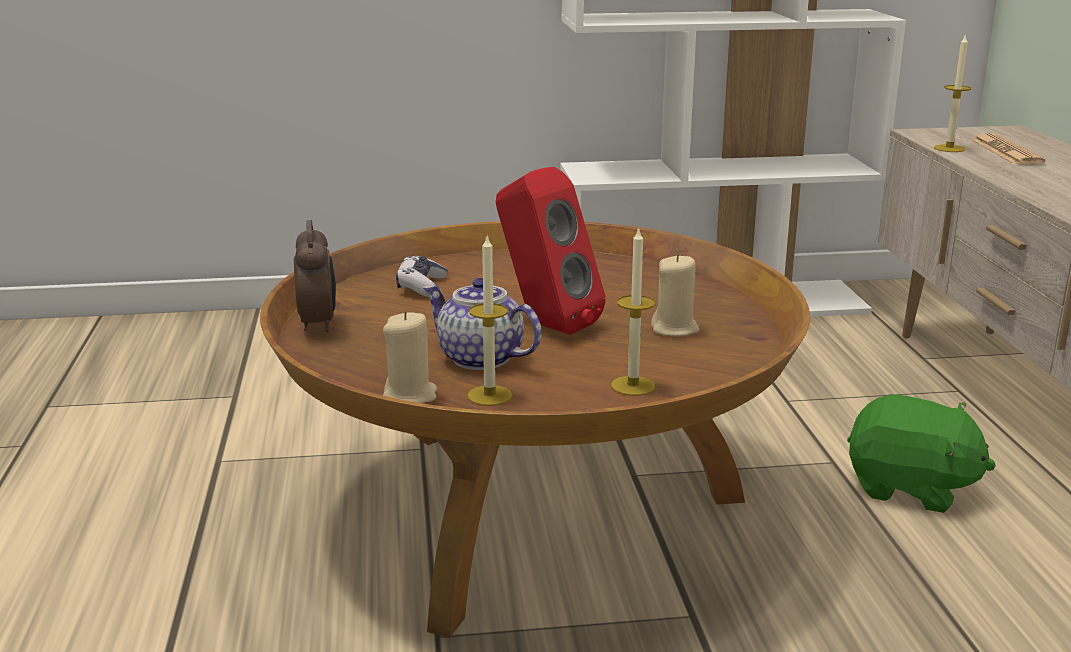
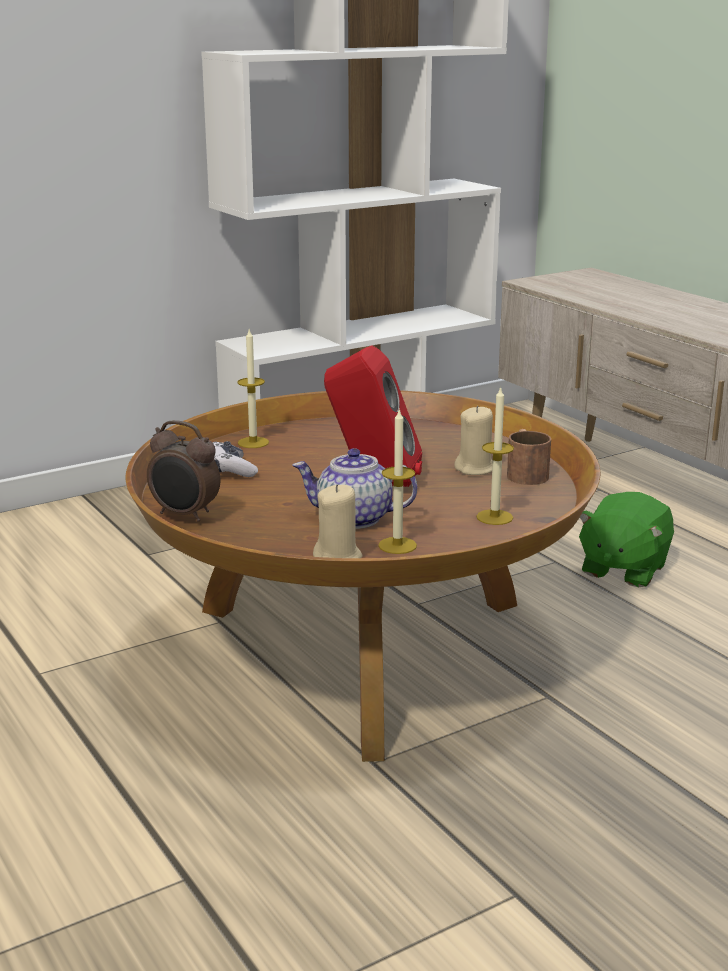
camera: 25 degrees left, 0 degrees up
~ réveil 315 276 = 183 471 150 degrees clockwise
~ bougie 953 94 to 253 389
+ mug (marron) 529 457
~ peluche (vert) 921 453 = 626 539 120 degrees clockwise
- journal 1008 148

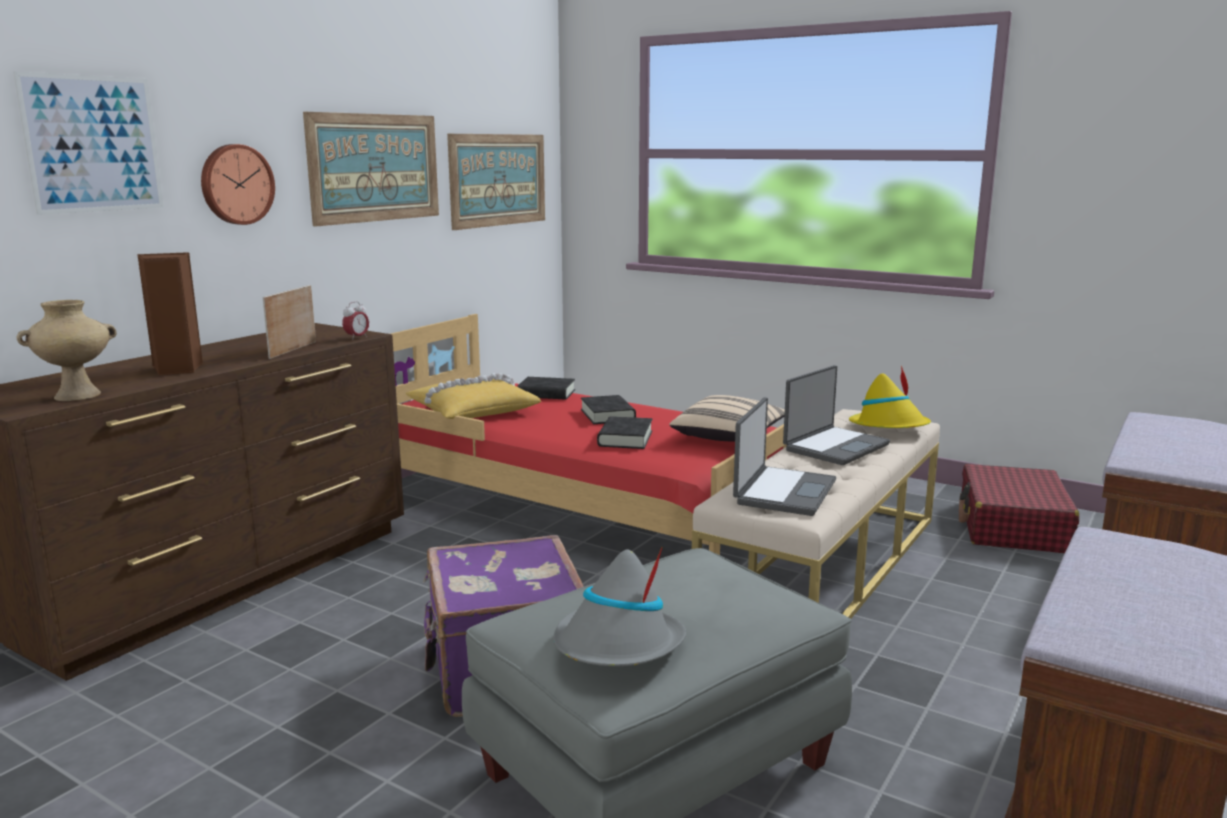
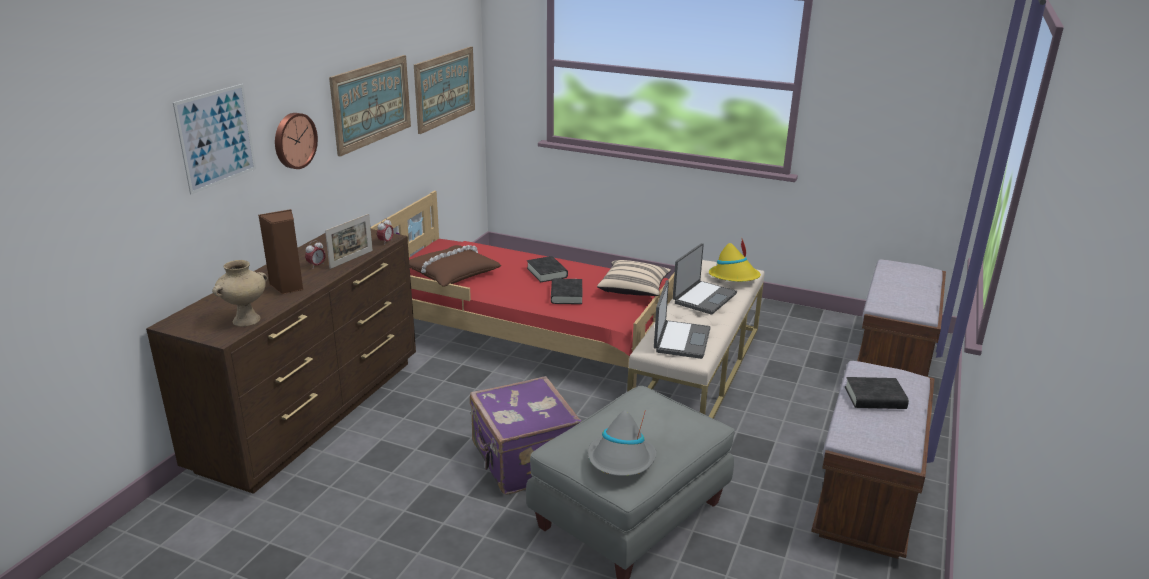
camera: 10 degrees left, 10 degrees up
+ réveil 315 254
~ cadre photo 289 322 = 349 241 150 degrees counterclockwise
~ coussin (jaune) 473 396 to coussin (marron) 455 266
~ livre (noir) 546 388 to 877 393
- valise (rouge) 1019 508

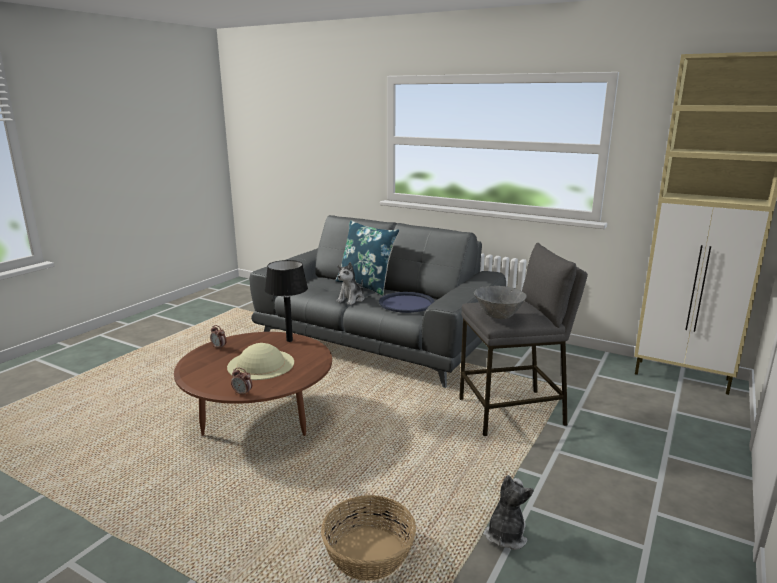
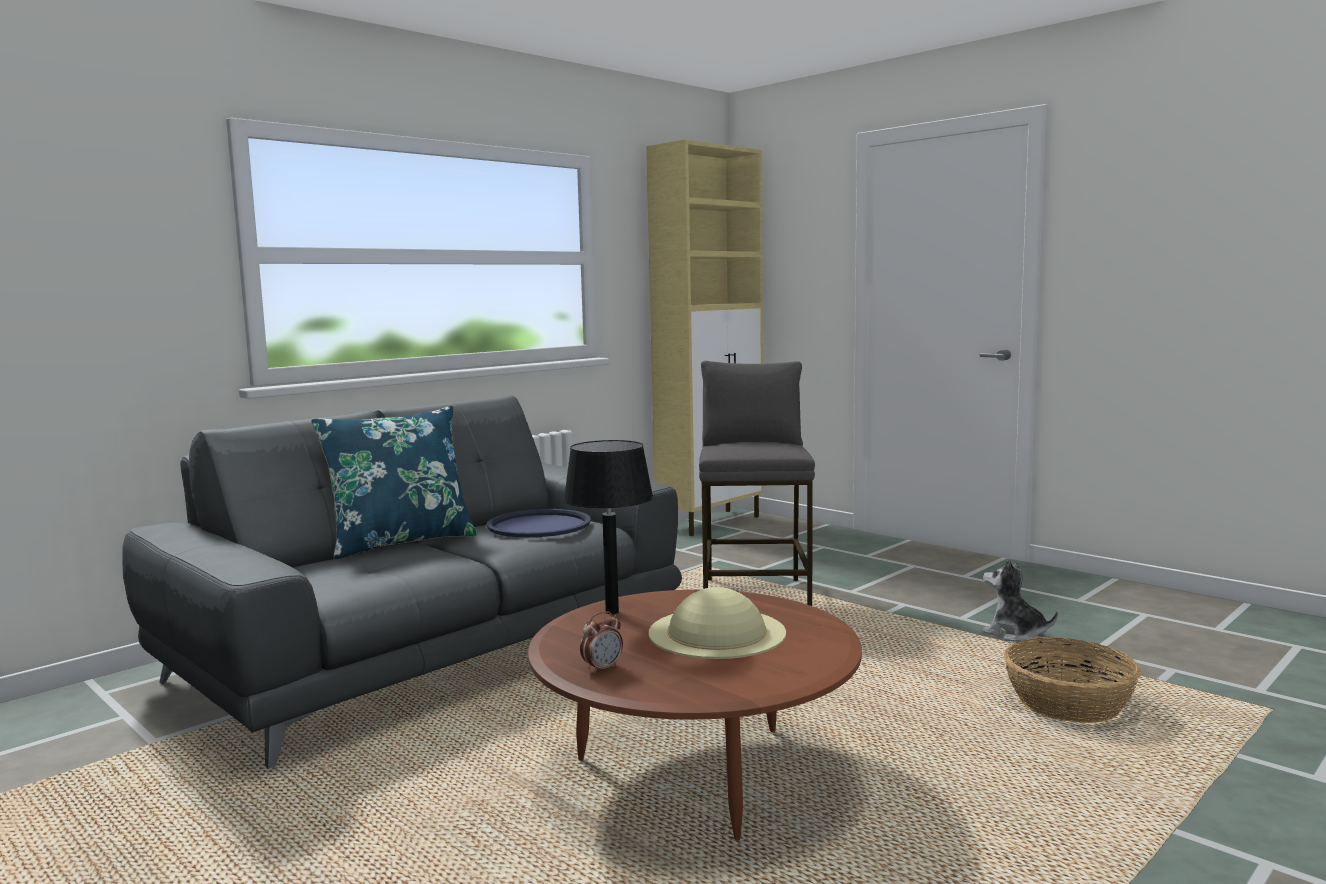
camera: 75 degrees left, 10 degrees down
- réveil 241 382
- peluche 350 283
- bol (gris) 500 302

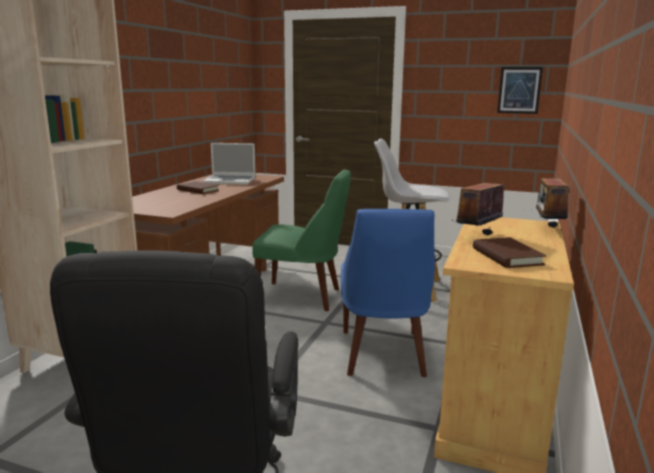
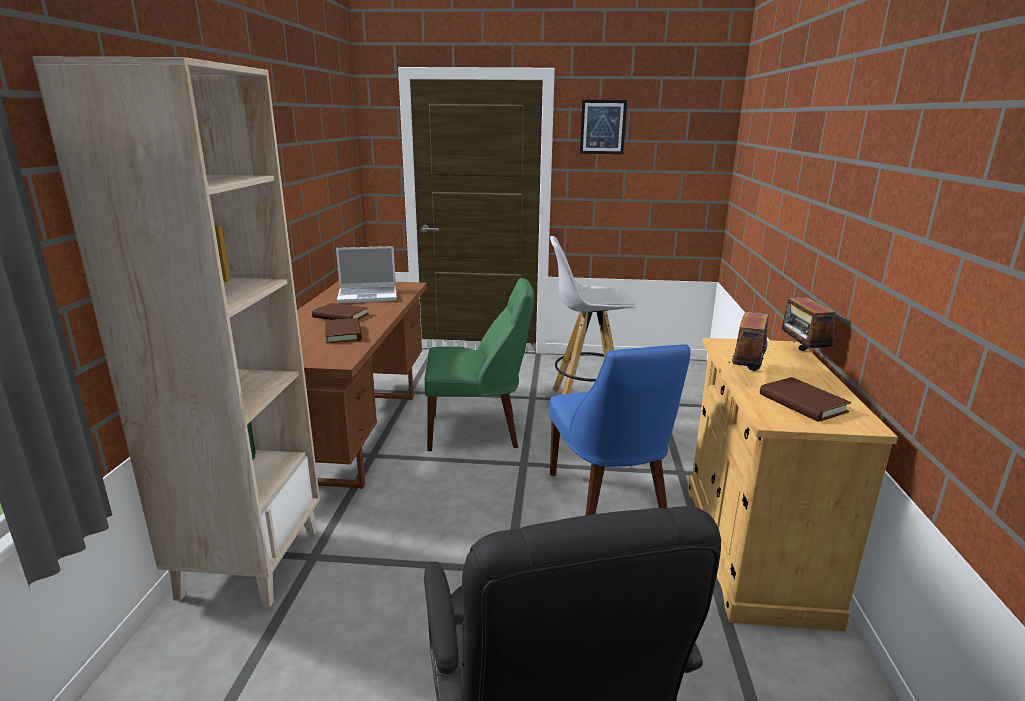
camera: 15 degrees left, 5 degrees up
+ livre (marron) 343 331
~ tableau 520 90 to 603 127

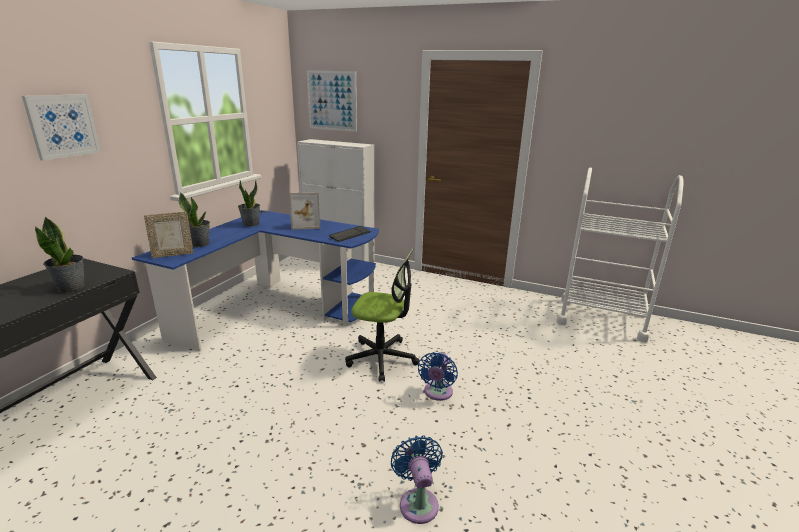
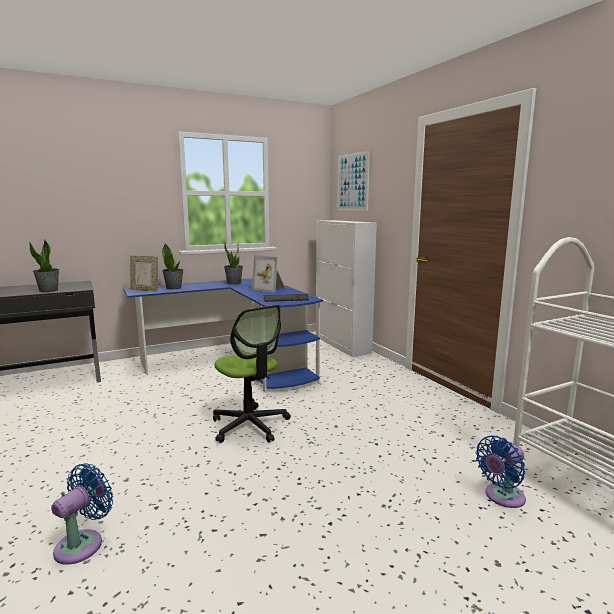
camera: 40 degrees right, 10 degrees down
~ ventilateur (bleu) 438 376 to 501 472
- tableau 61 127

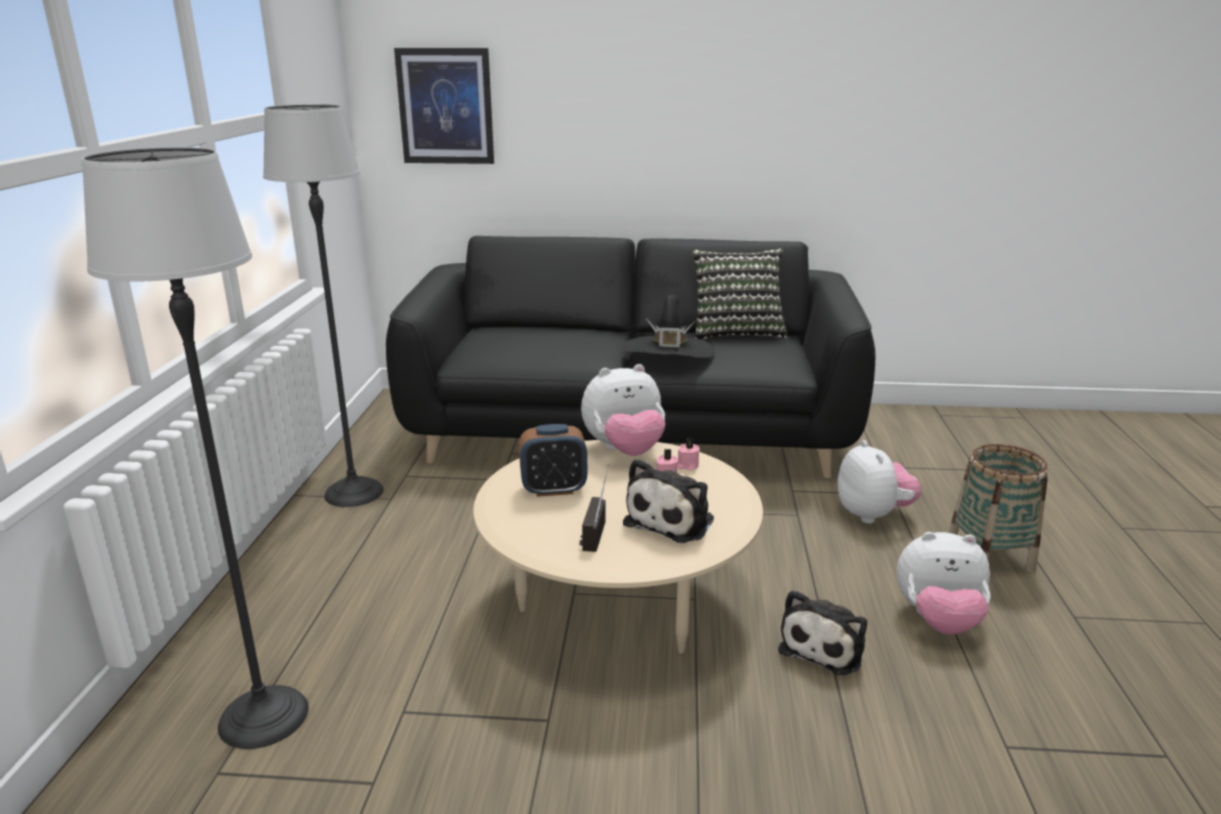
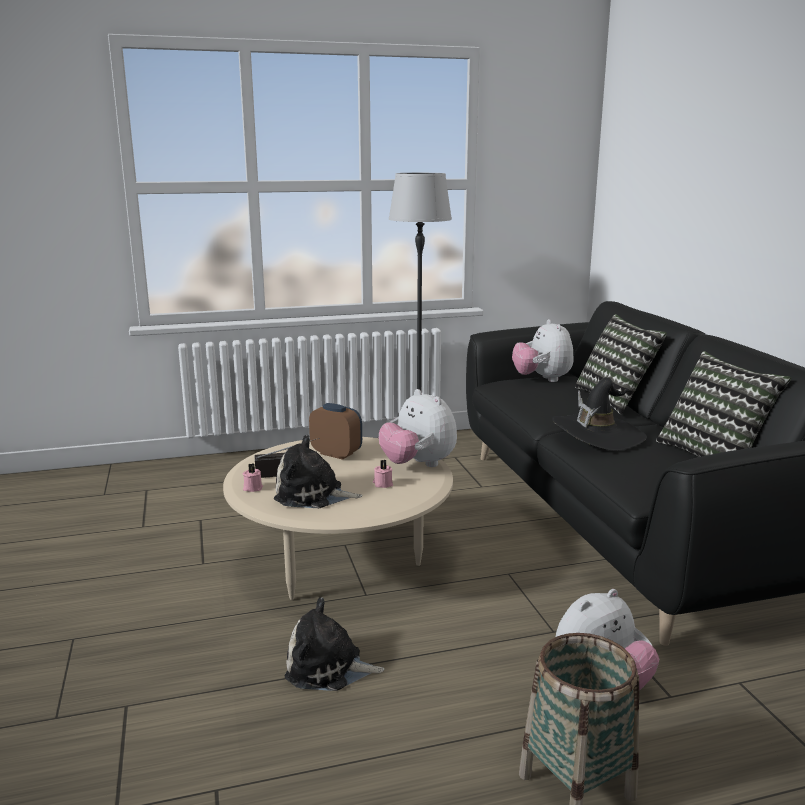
camera: 70 degrees right, 5 degrees down
~ bougie (rose) 688 454 to 253 477
~ réveil 553 460 = 335 431 150 degrees clockwise
~ peluche 944 583 to 543 350
+ coussin 621 364
- lampadaire 195 448
- tableau 444 106

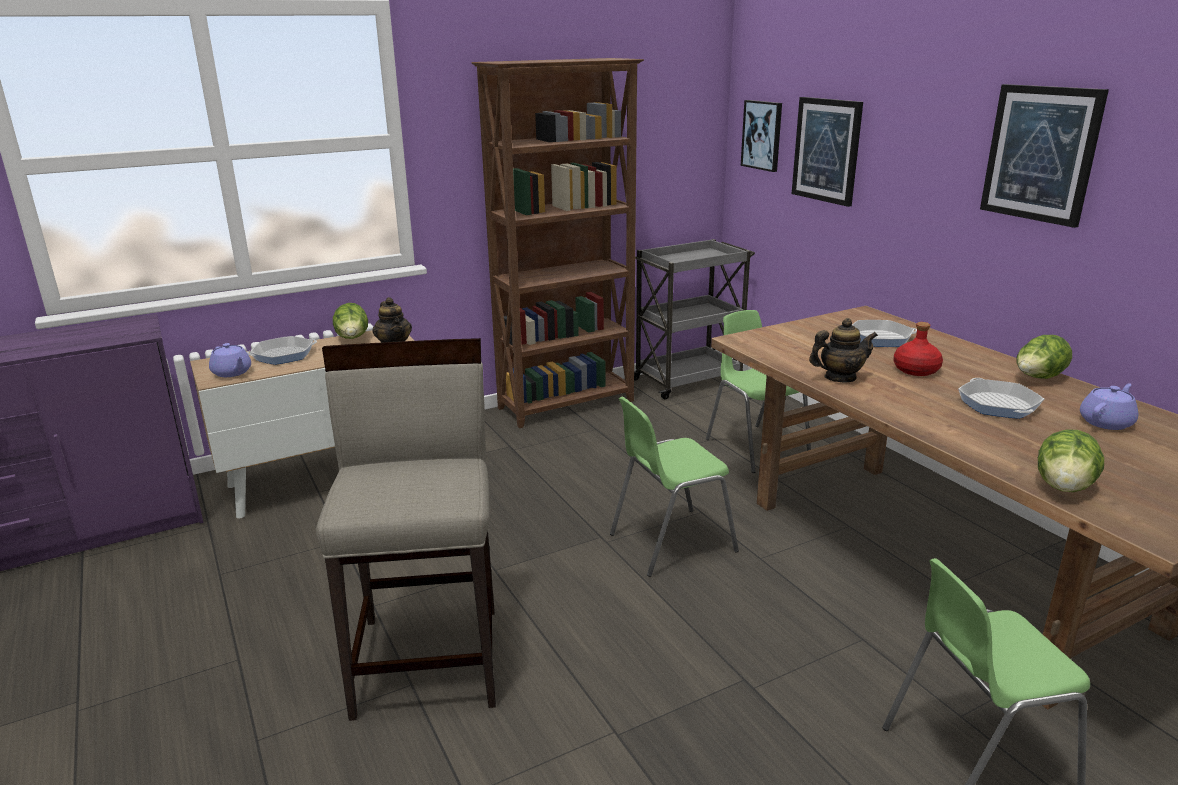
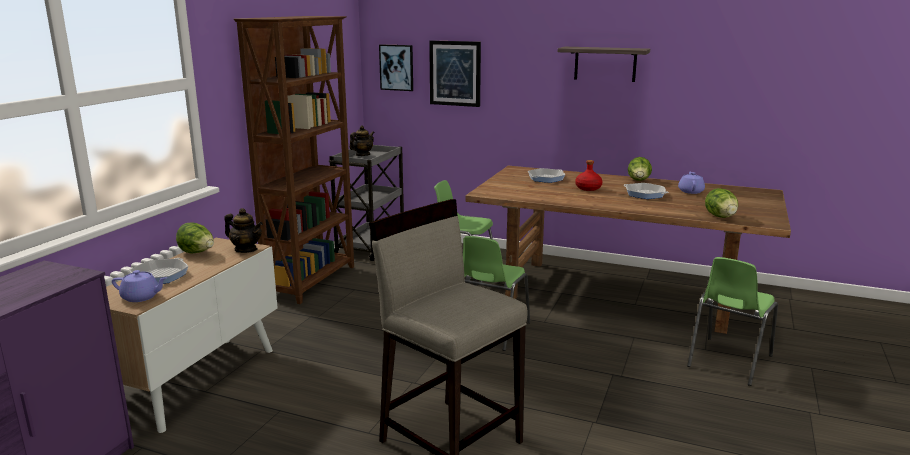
camera: 40 degrees left, 5 degrees down
~ théière 843 350 to 362 141
~ tableau 1044 156 to étagère 604 64

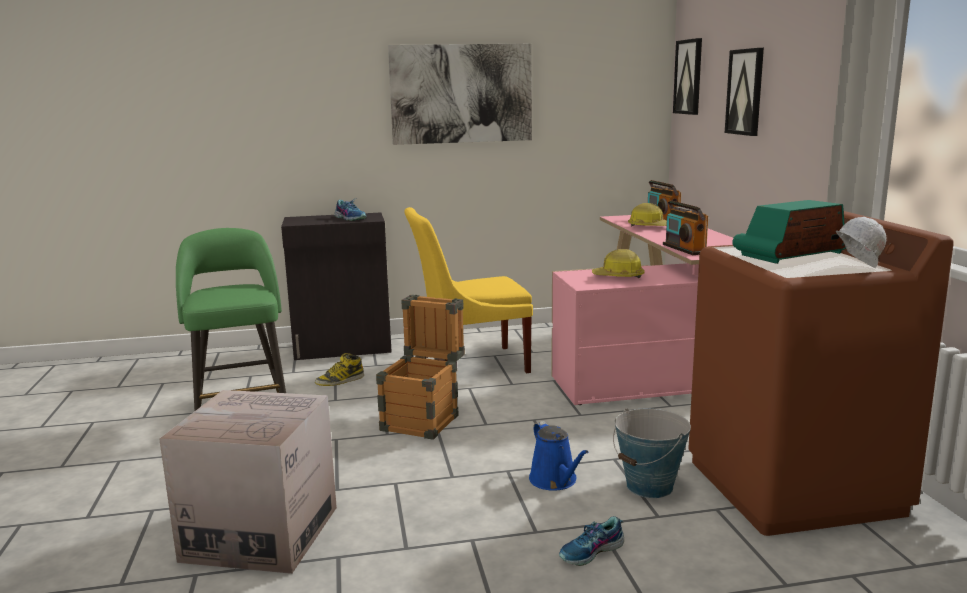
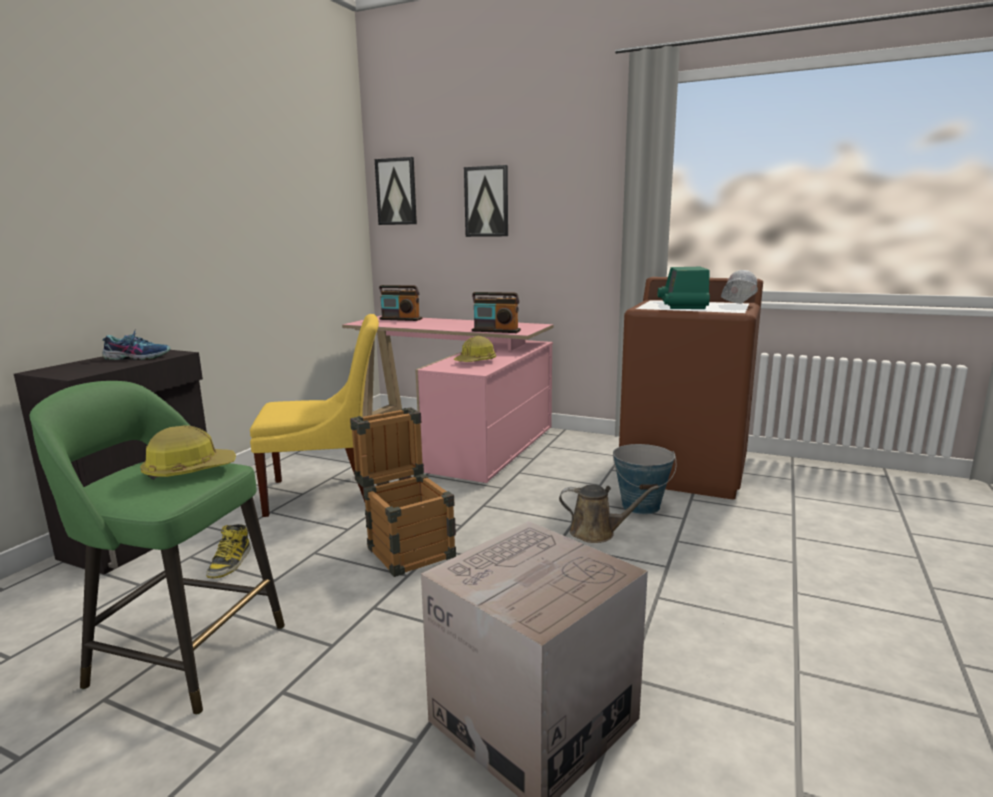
camera: 55 degrees left, 0 degrees up
~ casque de chantier 647 215 to 188 452
~ chaise (jaune) 468 290 = 314 415 120 degrees counterclockwise
~ arrosoir (bleu) 558 456 to arrosoir (marron) 609 514
- tableau 460 94
- chaussure 591 541

